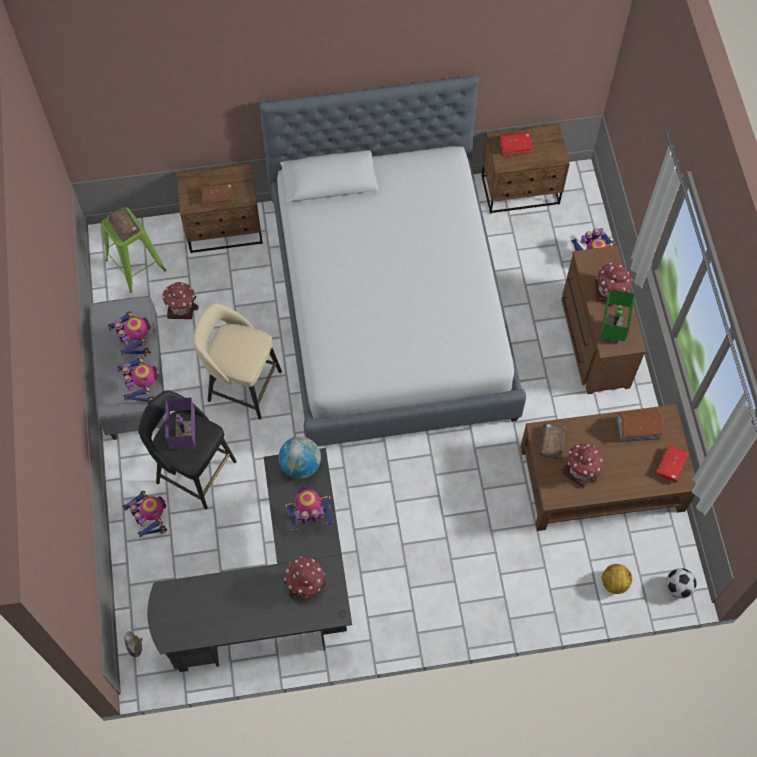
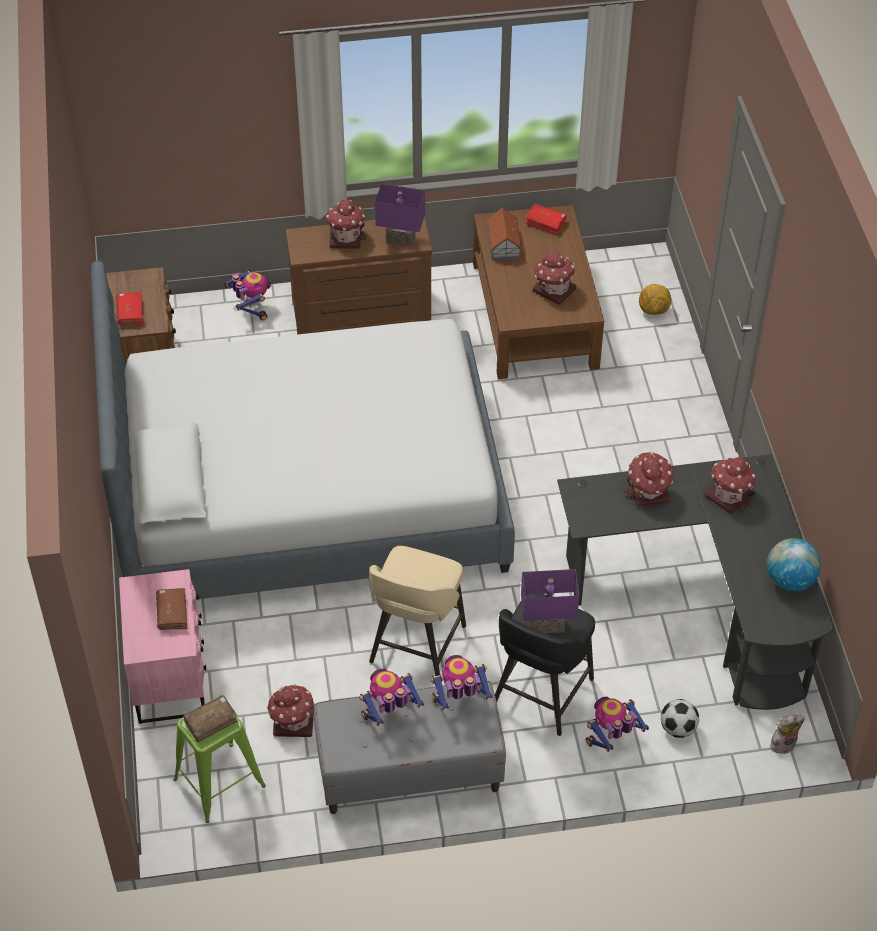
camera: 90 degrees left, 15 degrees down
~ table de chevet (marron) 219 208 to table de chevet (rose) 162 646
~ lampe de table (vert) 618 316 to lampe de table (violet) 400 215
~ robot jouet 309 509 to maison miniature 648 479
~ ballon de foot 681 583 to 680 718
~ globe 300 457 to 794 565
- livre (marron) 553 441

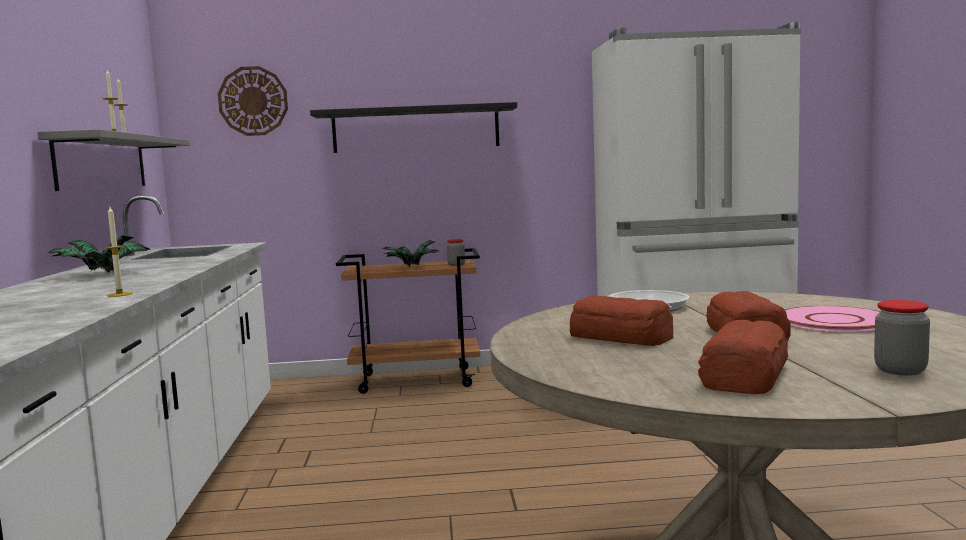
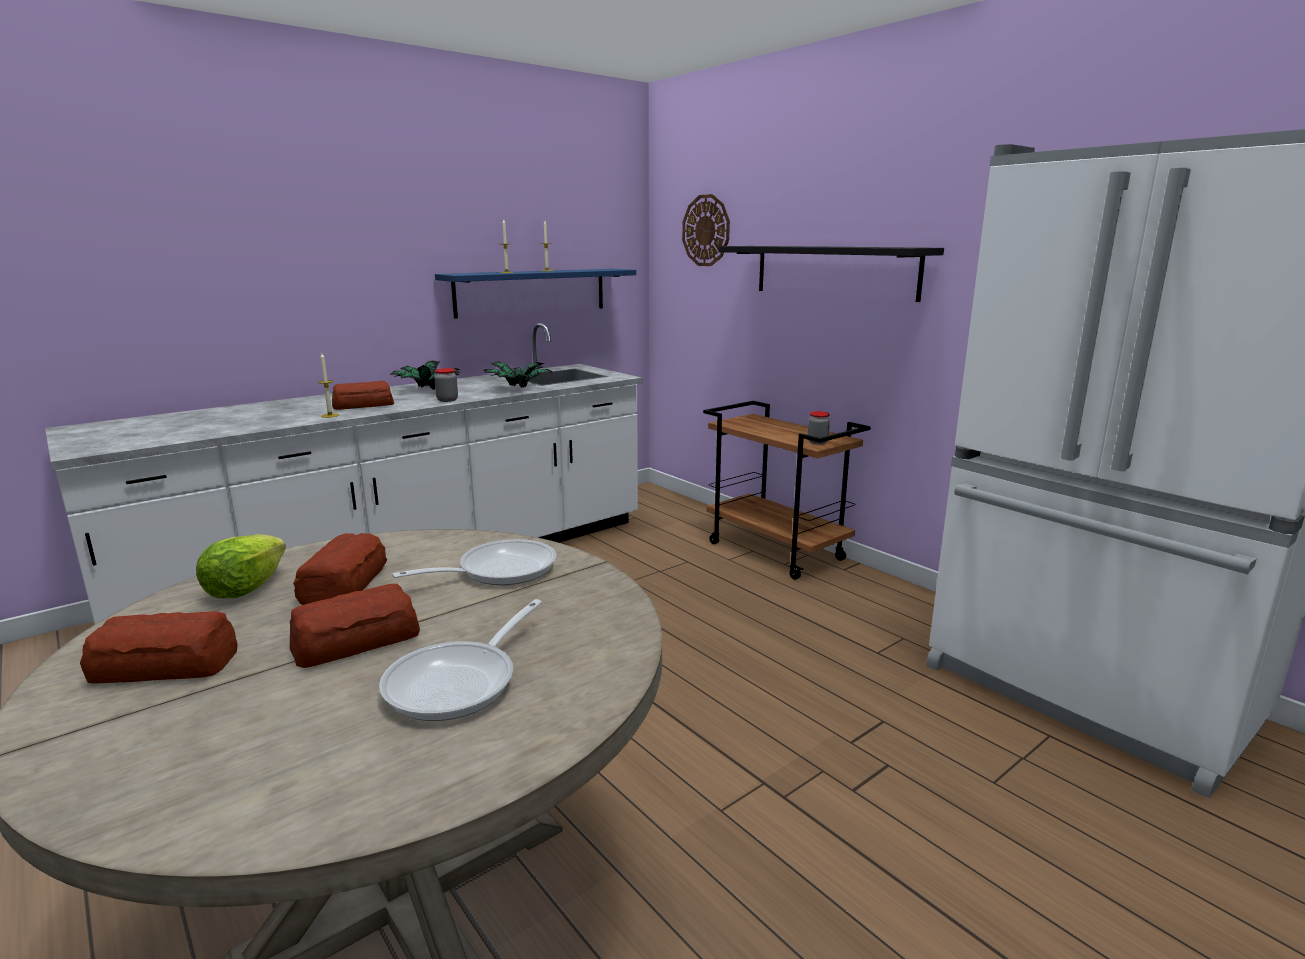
camera: 55 degrees right, 10 degrees up
+ laitue 241 566
+ pain 363 395
~ assiette (rose) 833 319 to poêle 460 660
~ bocal 902 338 to 446 385
~ étagère (gris) 113 160 to étagère (bleu) 535 294
~ plante en pot 410 253 to 517 374

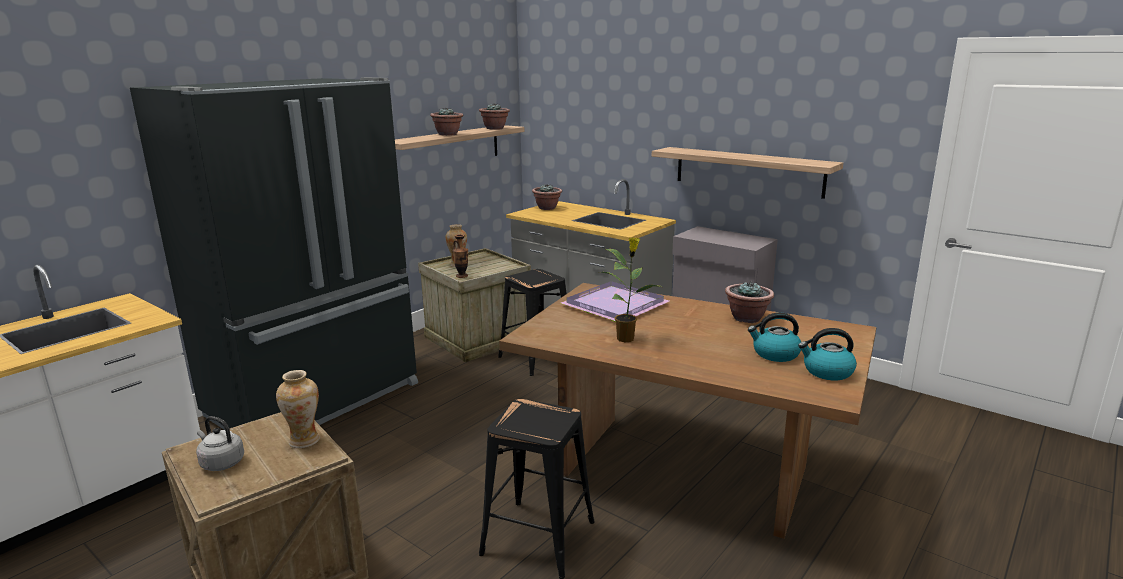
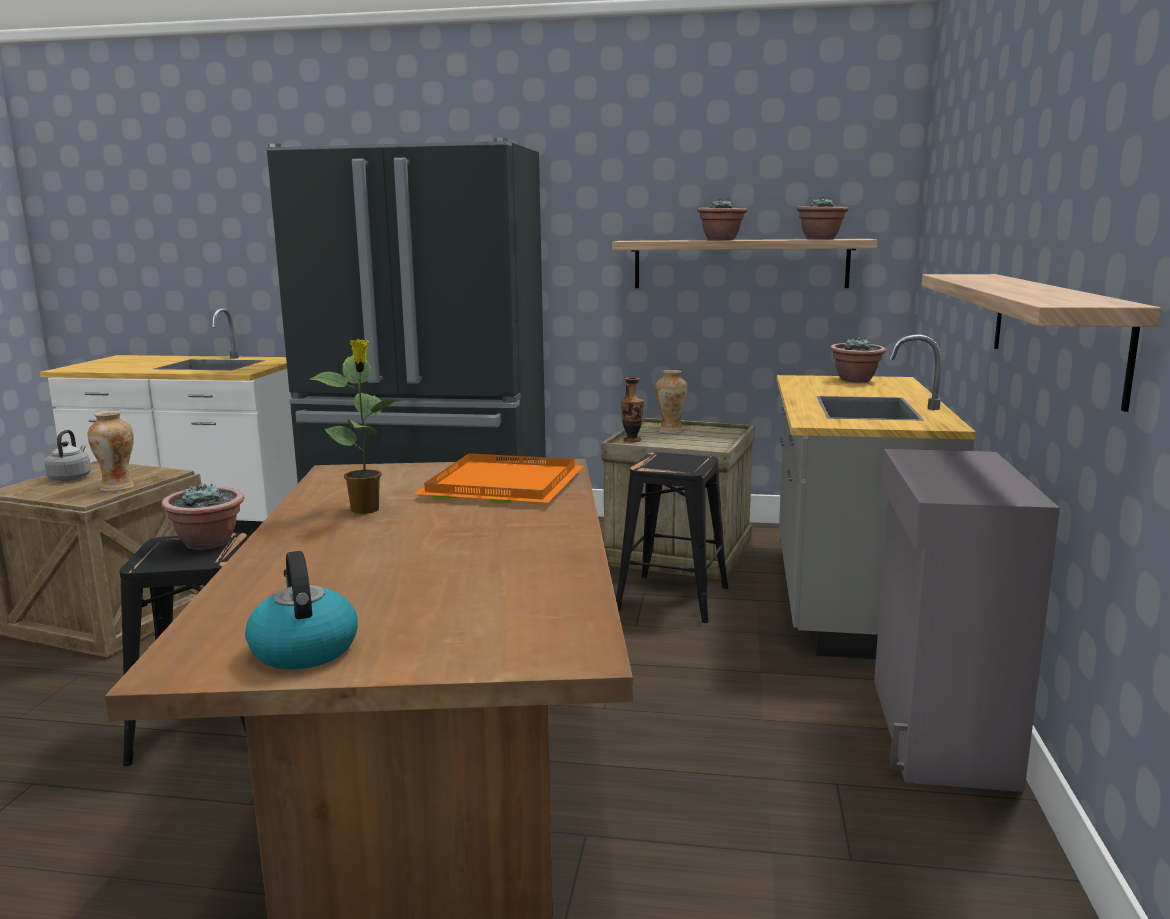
camera: 60 degrees right, 5 degrees down
~ plante en pot 749 302 to 202 516
~ plateau (violet) 615 301 to plateau (orange) 498 478
- bouilloire 774 337

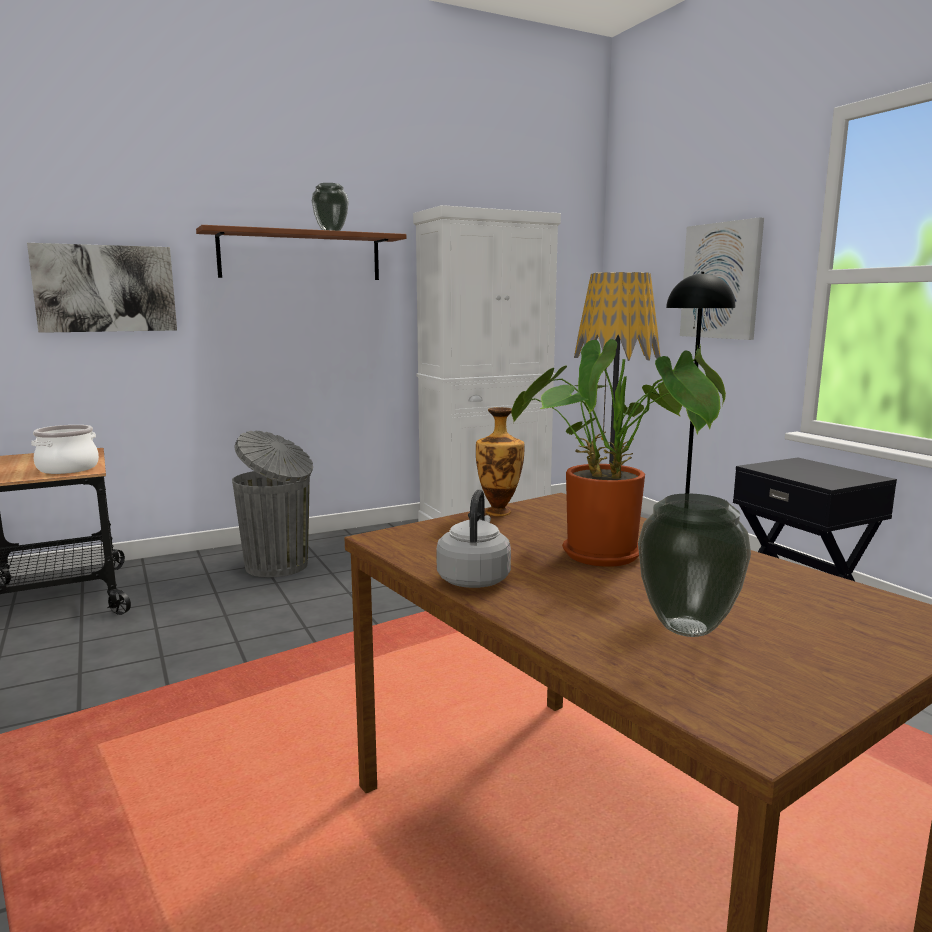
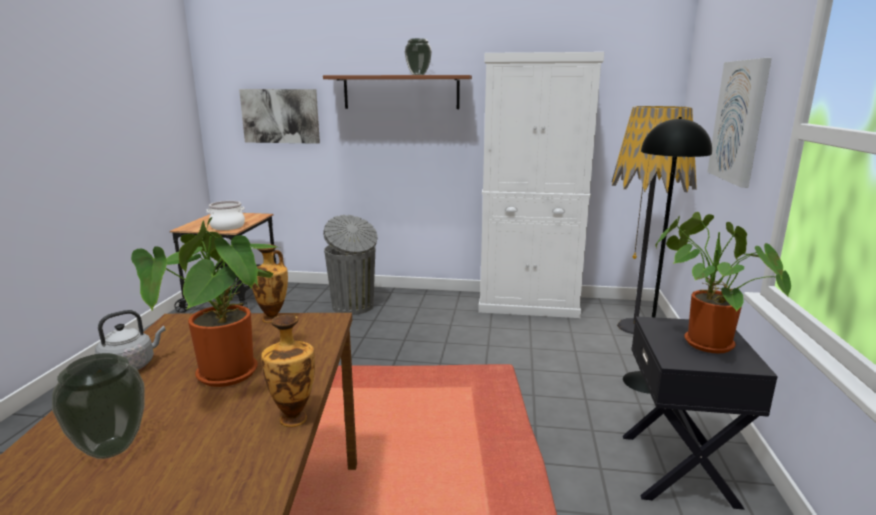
camera: 35 degrees right, 5 degrees up
+ vase 288 371
+ plante en pot 723 282

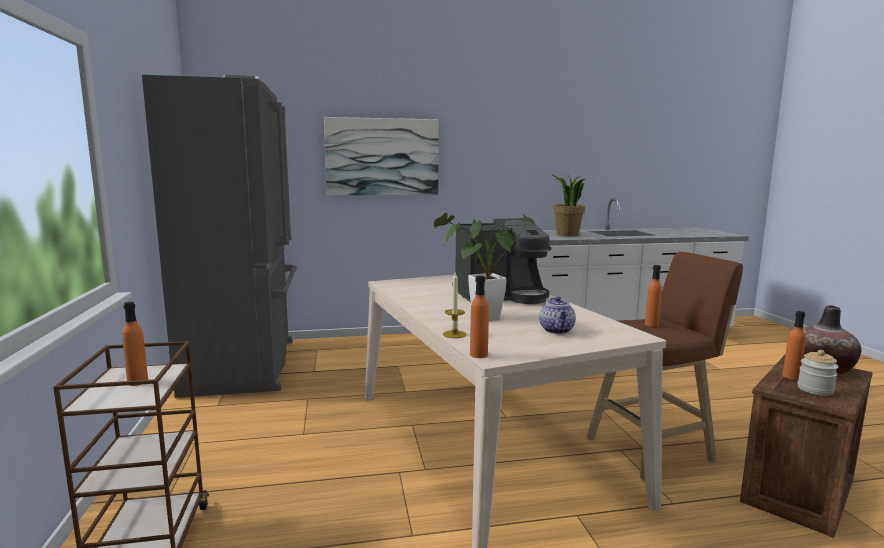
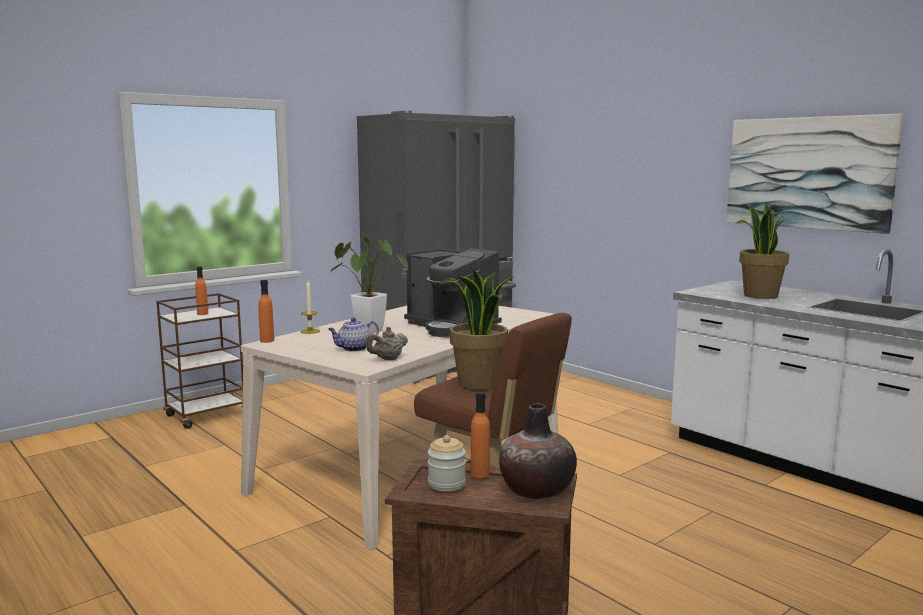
camera: 60 degrees right, 0 degrees up
+ théière (beige) 387 343
~ bouteille (orange) 653 296 to plante en pot 478 329
~ tableau 381 156 to 815 173

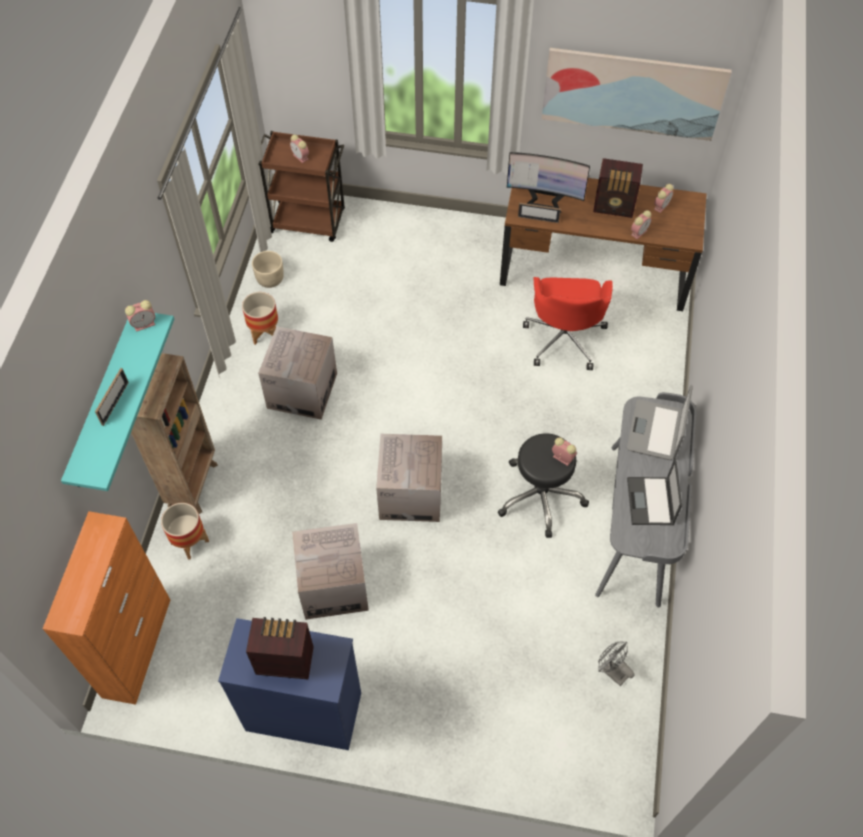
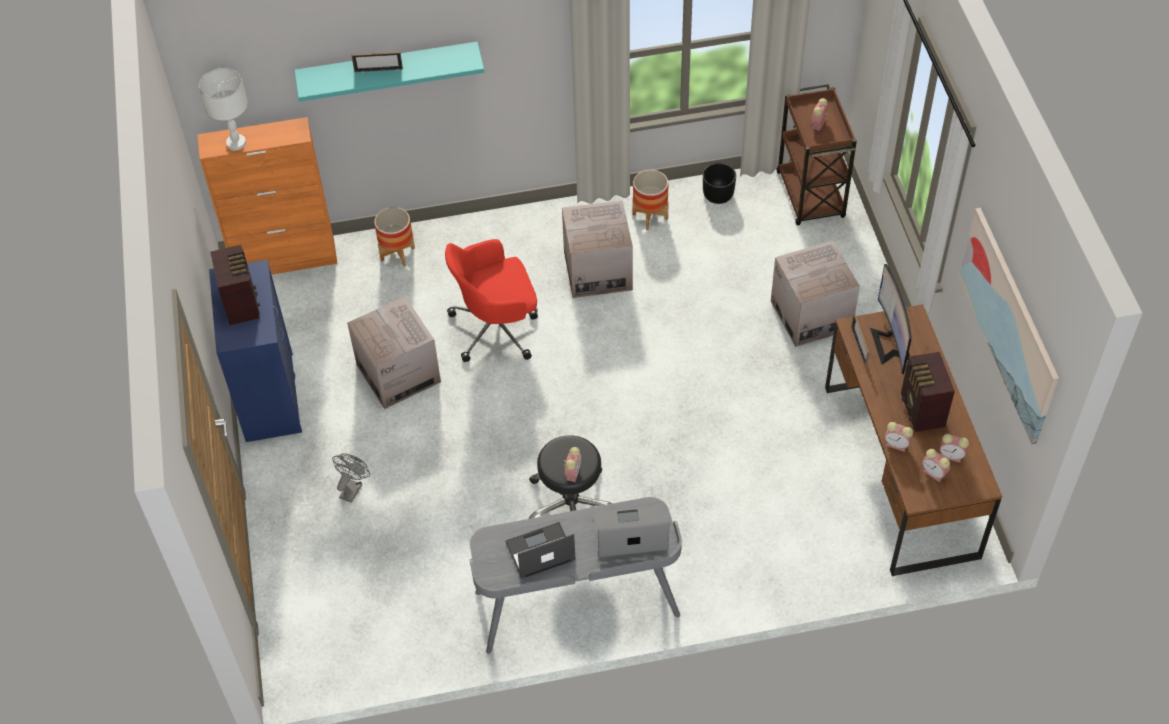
camera: 70 degrees right, 5 degrees down
+ lampe de table (blanc) 223 109
~ ventilateur (gris) 616 664 to 351 478
~ chaise de bureau (rouge) 568 323 to 491 300
~ cache-pot (beige) 268 269 to cache-pot (noir) 719 183
~ carton 409 478 to 815 294
~ réveil 140 316 to 936 465
- bibliothèque (marron) 174 433

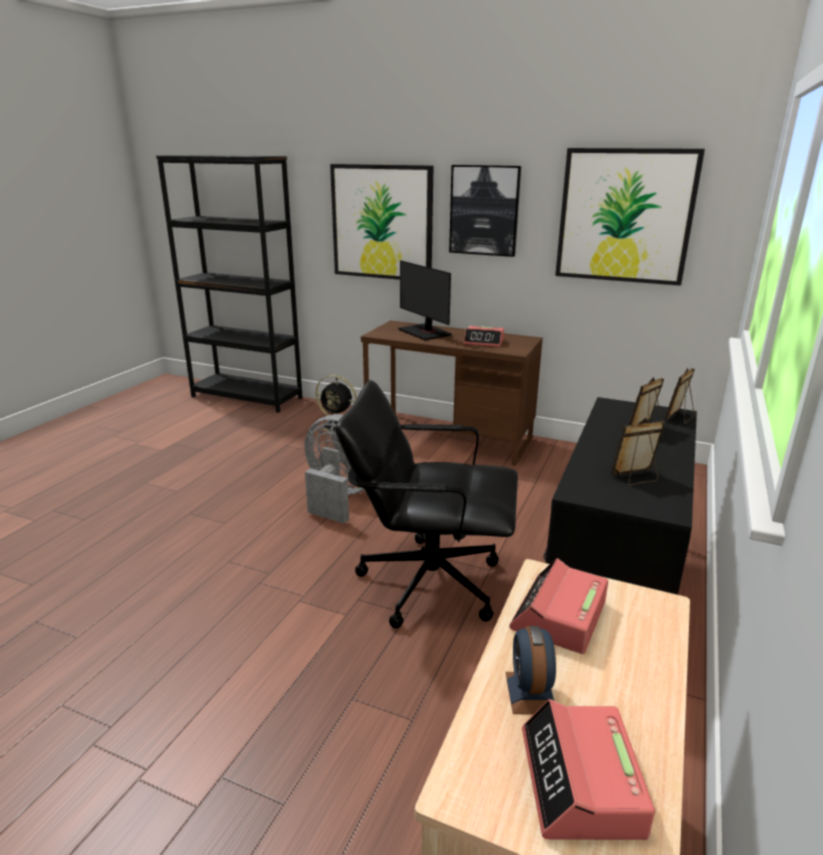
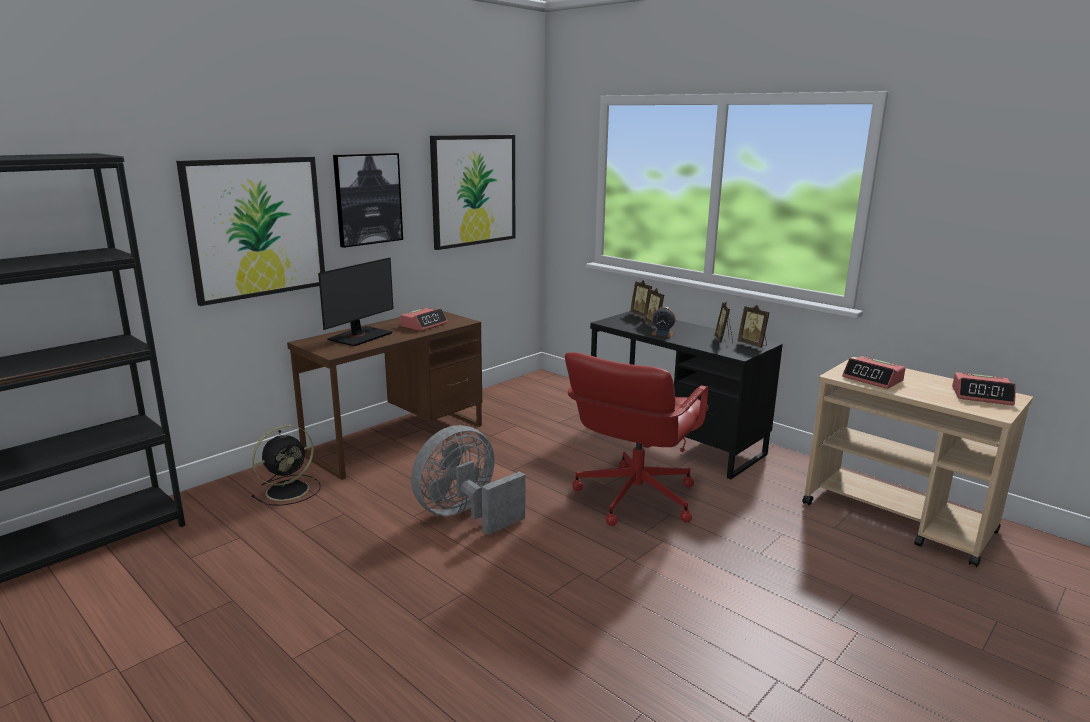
camera: 70 degrees left, 5 degrees down
~ écran d'ordinateur 424 300 = 356 302 45 degrees counterclockwise
~ chaise de bureau (noir) 426 504 to chaise de bureau (rouge) 637 439
~ réveil 530 670 to 664 322
+ cadre photo 753 326

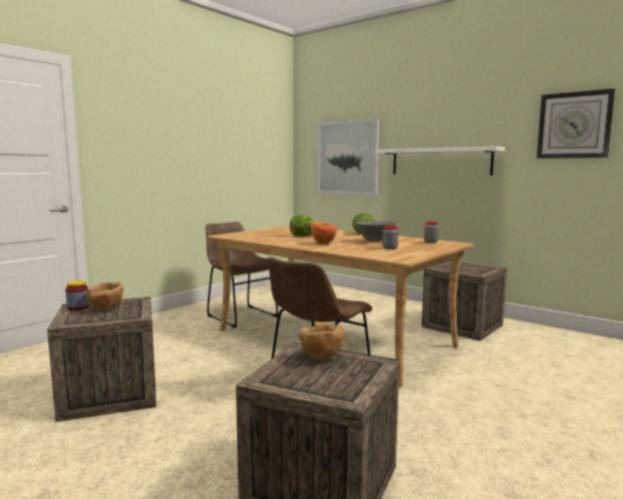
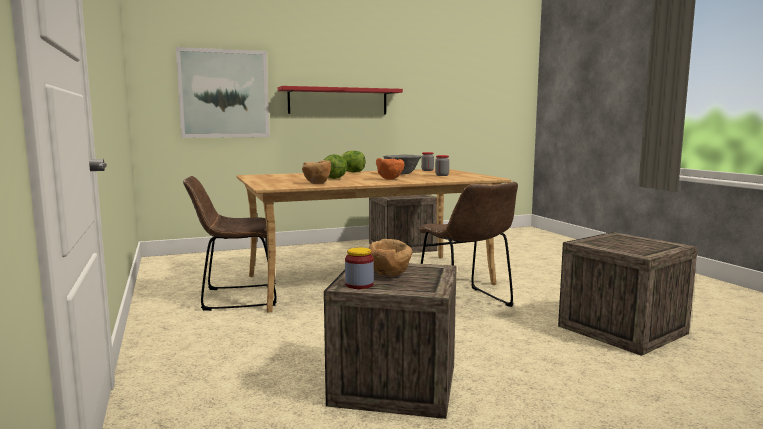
camera: 60 degrees left, 0 degrees up
~ étagère (blanc) 440 161 to étagère (rouge) 340 100
~ bol (marron) 321 341 to 316 172
- horloge murale 576 123

